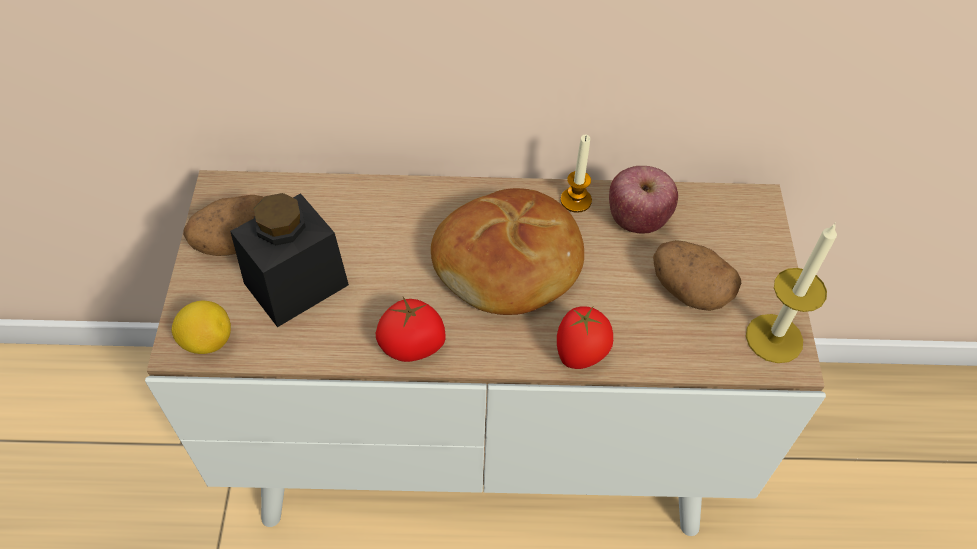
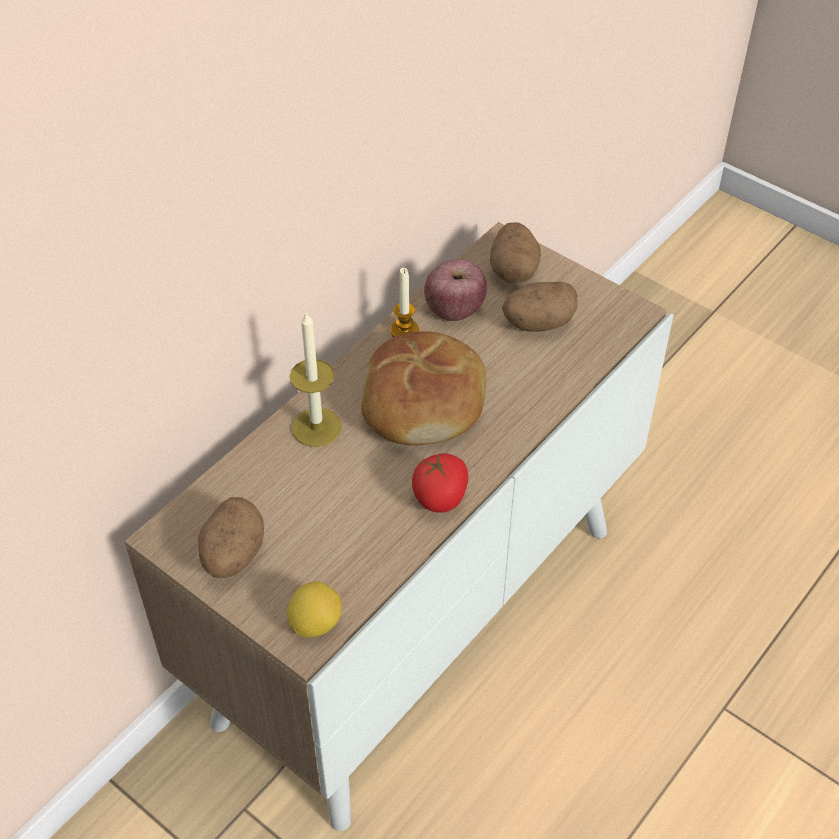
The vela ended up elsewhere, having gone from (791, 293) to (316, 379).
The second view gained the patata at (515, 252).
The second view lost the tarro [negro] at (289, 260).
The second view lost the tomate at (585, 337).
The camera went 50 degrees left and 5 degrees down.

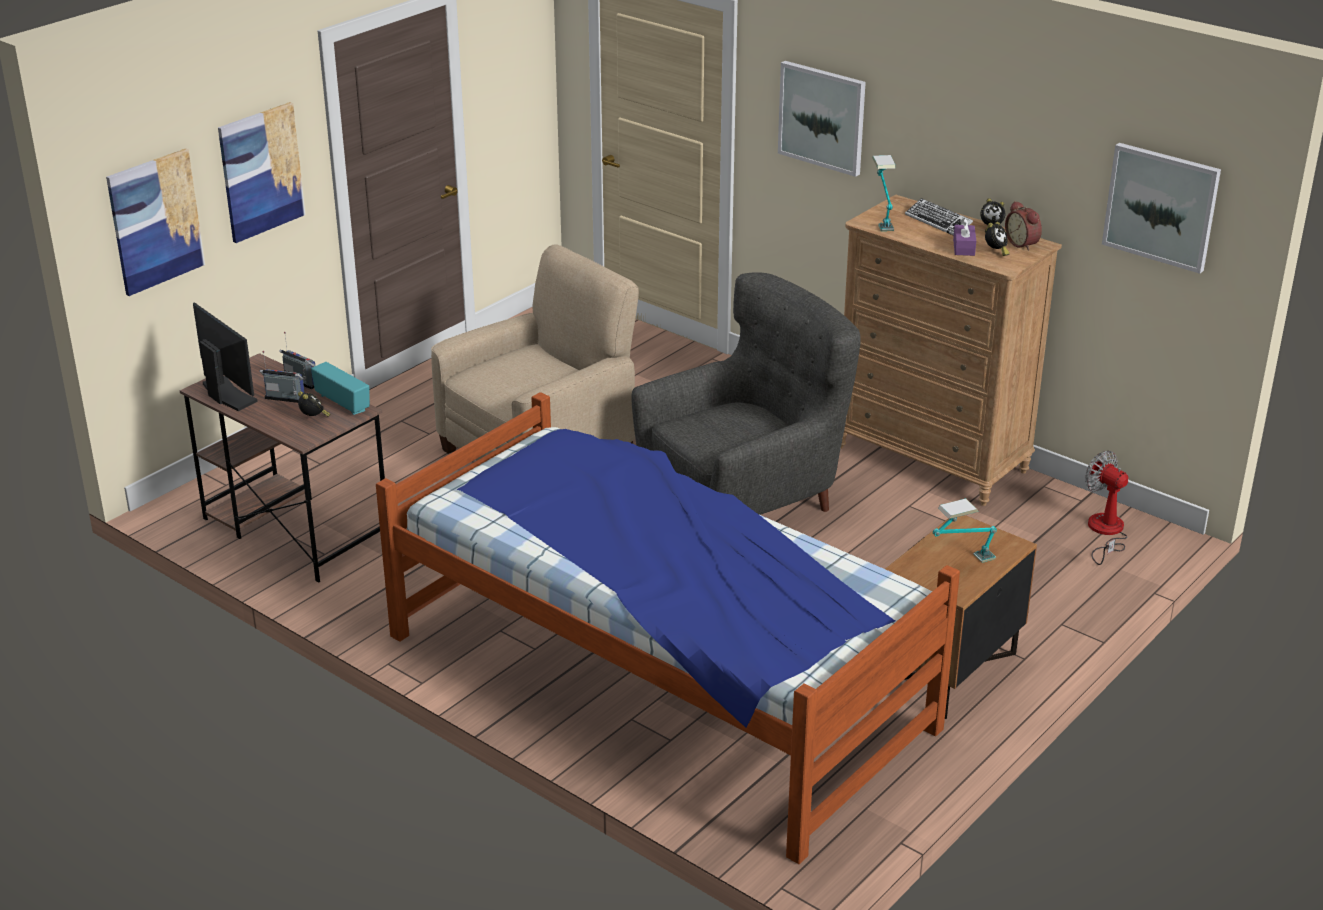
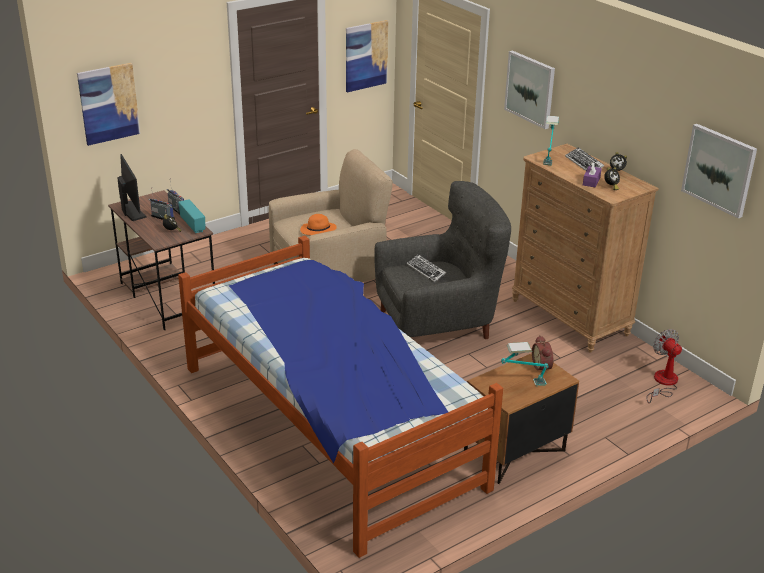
The second view gained the sombrero [naranja] at (318, 224).
The cuadro ended up elsewhere, having gone from (261, 172) to (367, 56).
The second view gained the teclado at (426, 268).
The despertador ended up elsewhere, having gone from (1023, 226) to (542, 352).
The camera went 15 degrees right and 0 degrees up.

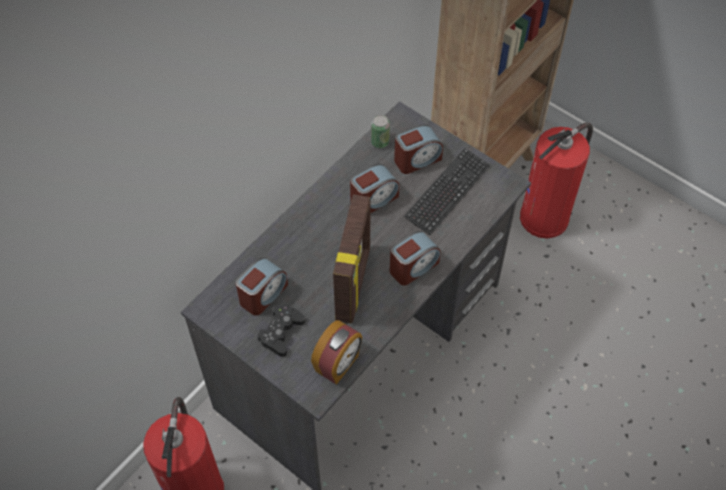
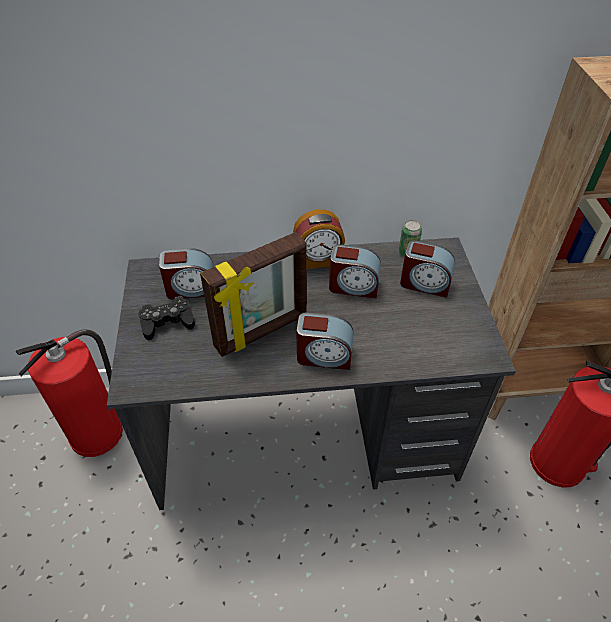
The despertador ended up elsewhere, having gone from (336, 352) to (319, 239).
The second view lost the teclado at (447, 191).
The camera went 45 degrees right and 10 degrees down.

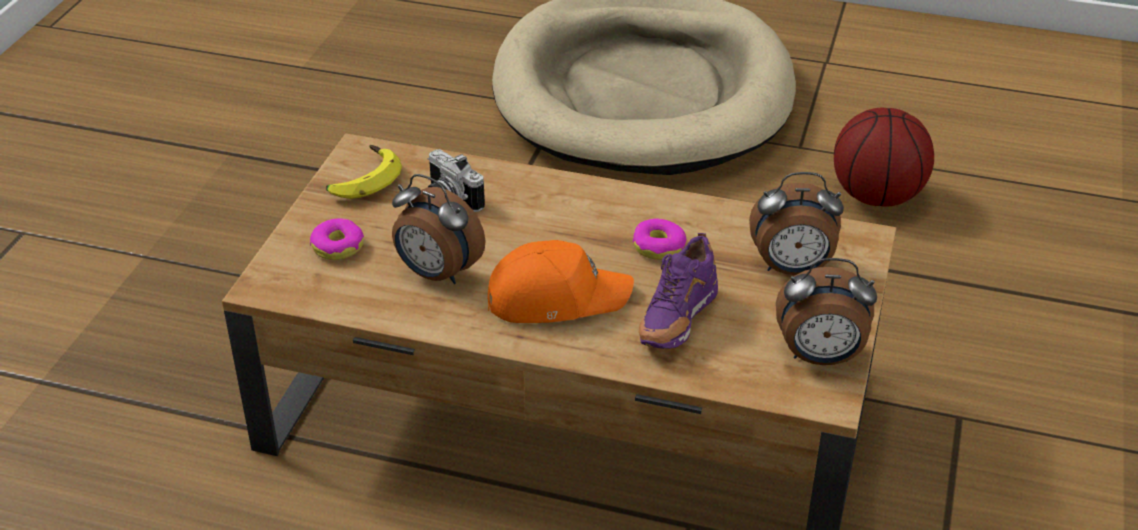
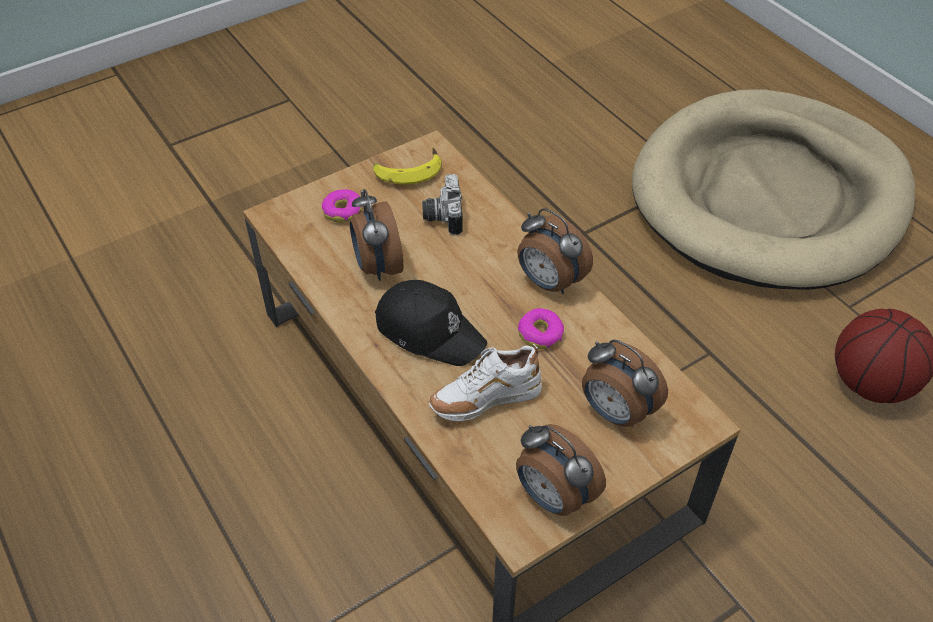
What was the gorra [naranja] at (560, 281) turned into the gorra [negro] at (431, 323).
What was the zapato [morado] at (678, 291) turned into the zapato [blanco] at (485, 382).
The second view gained the despertador at (555, 251).
The camera went 40 degrees right and 10 degrees up.

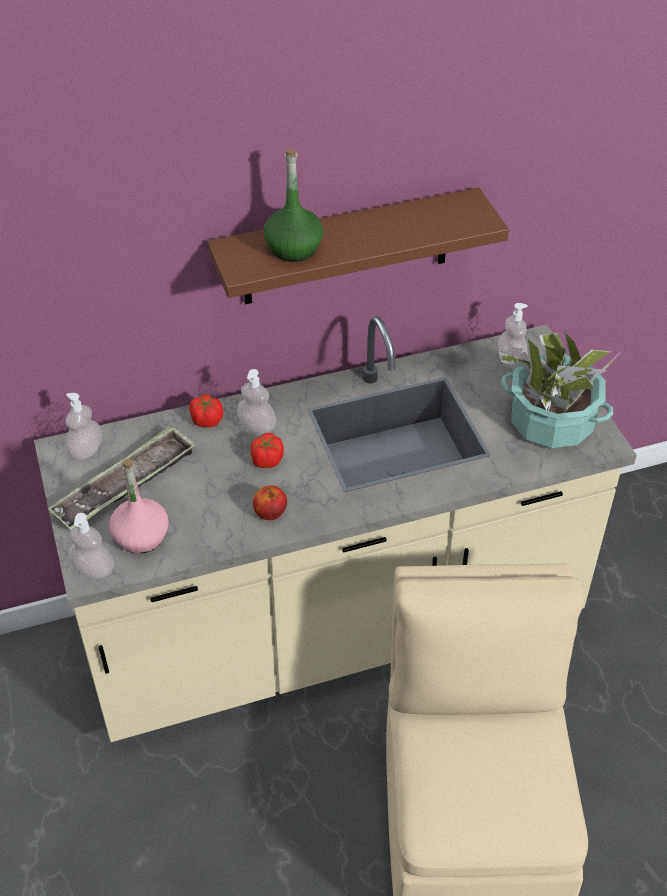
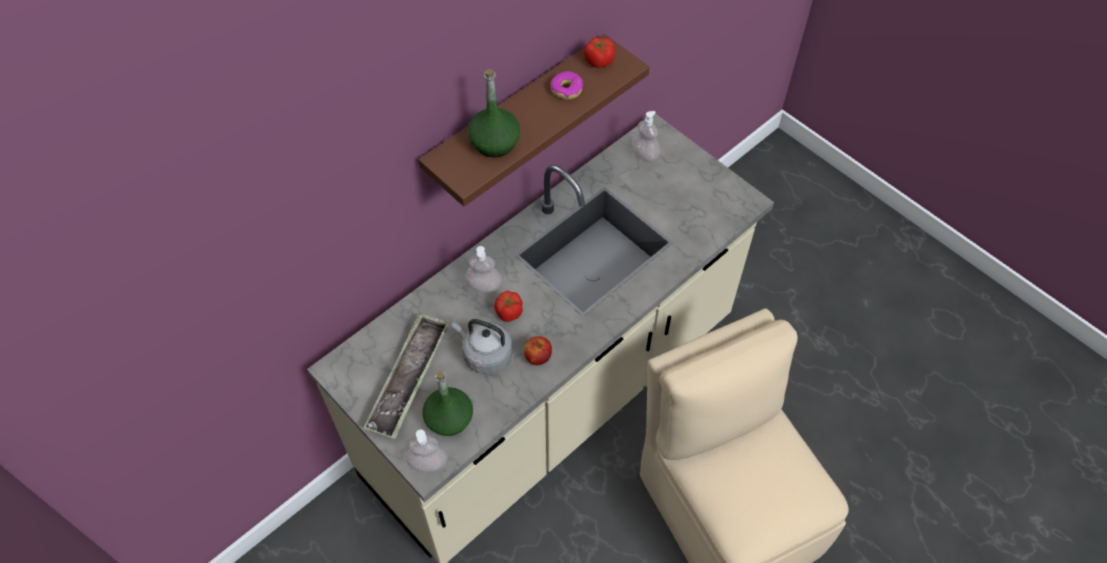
What was the botella [rosa] at (139, 506) turned into the botella [verde] at (447, 403).
The second view gained the hervidor [gris] at (482, 346).
The second view gained the rosquilla at (567, 85).
The tomate ended up elsewhere, having gone from (206, 411) to (599, 52).
The second view lost the dispensador de jabón at (84, 426).
The second view lost the planta en maceta at (558, 390).
The camera went 25 degrees left and 10 degrees up.

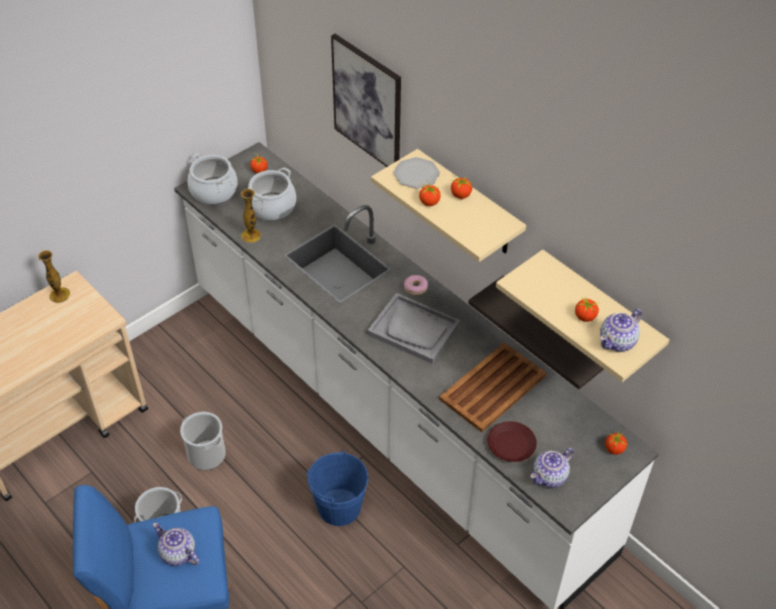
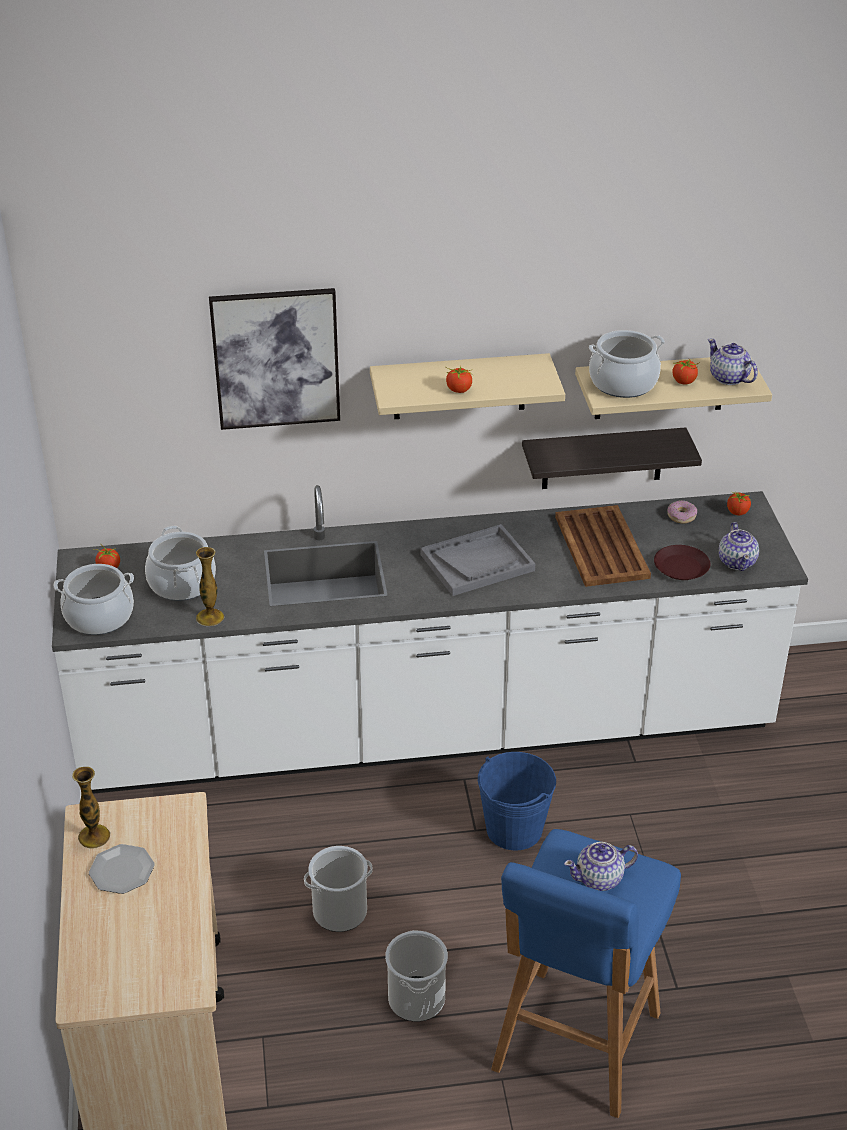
The plato ended up elsewhere, having gone from (416, 173) to (122, 869).
The second view gained the olla at (627, 364).
The rosquilla ended up elsewhere, having gone from (416, 285) to (682, 512).
The tetera at (621, 330) ended up facing another way, 150 degrees clockwise from before.
The second view lost the tomate at (461, 187).
The camera went 55 degrees left and 10 degrees down.

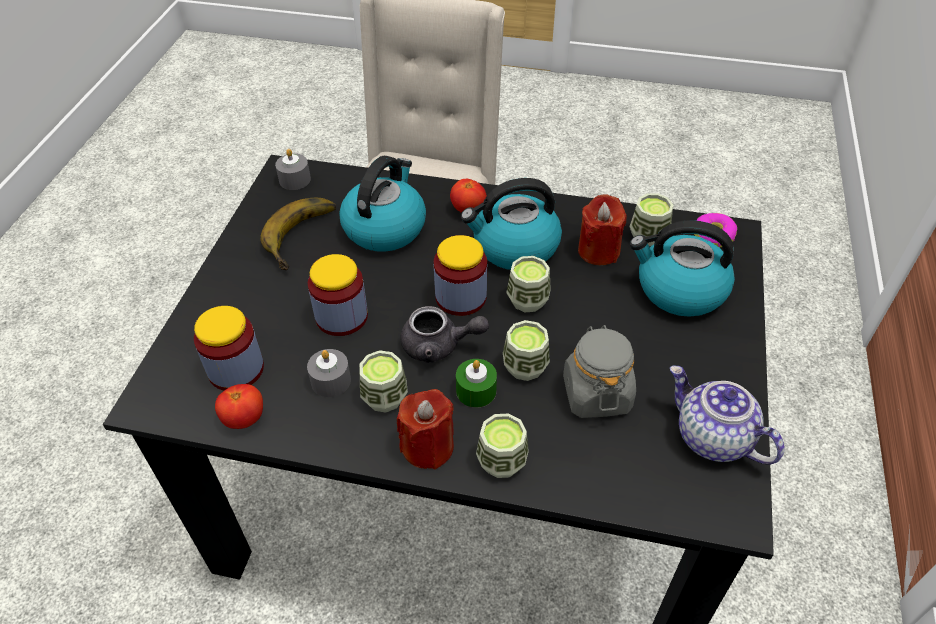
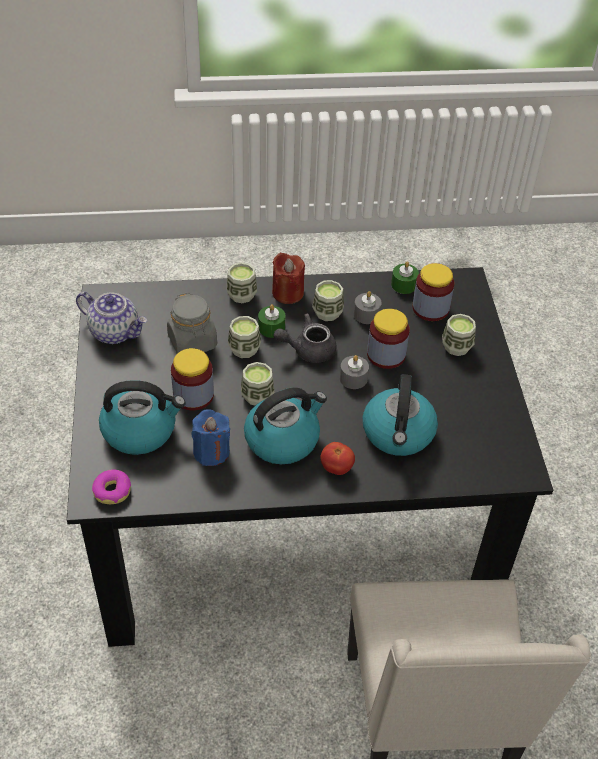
The tarro ended up elsewhere, having gone from (460, 275) to (192, 379).
What was the vela [rojo] at (602, 230) turned into the vela [azul] at (210, 437).
The vela [gris] ended up elsewhere, having gone from (293, 169) to (354, 372).
Where the tomate stood at (239, 406), the vela [verde] came to stand at (405, 278).
The taza ended up elsewhere, having gone from (651, 219) to (459, 335).
The second view lost the plátano at (298, 234).
The camera went 160 degrees right and 0 degrees up.

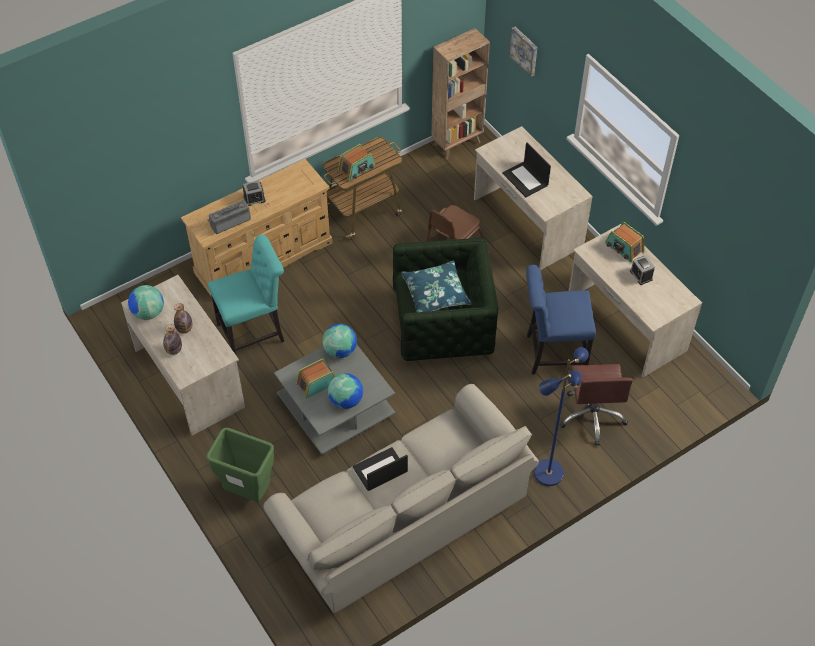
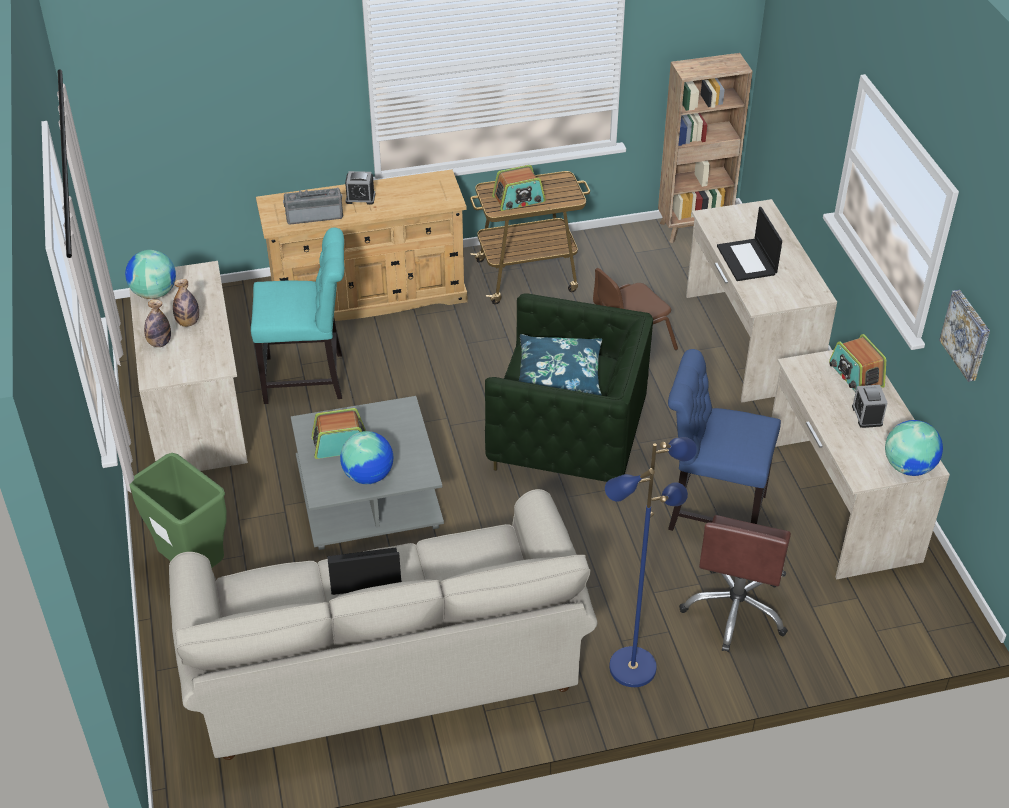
The globo terráqueo ended up elsewhere, having gone from (339, 341) to (914, 448).
The cuadro ended up elsewhere, having gone from (523, 52) to (964, 336).
The camera went 20 degrees right and 10 degrees down.

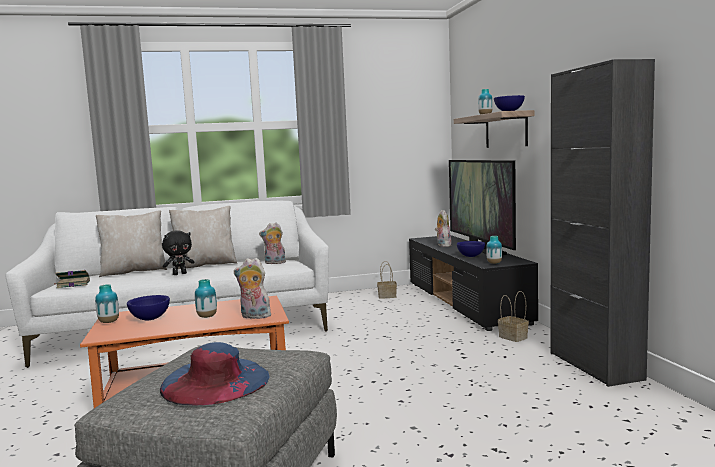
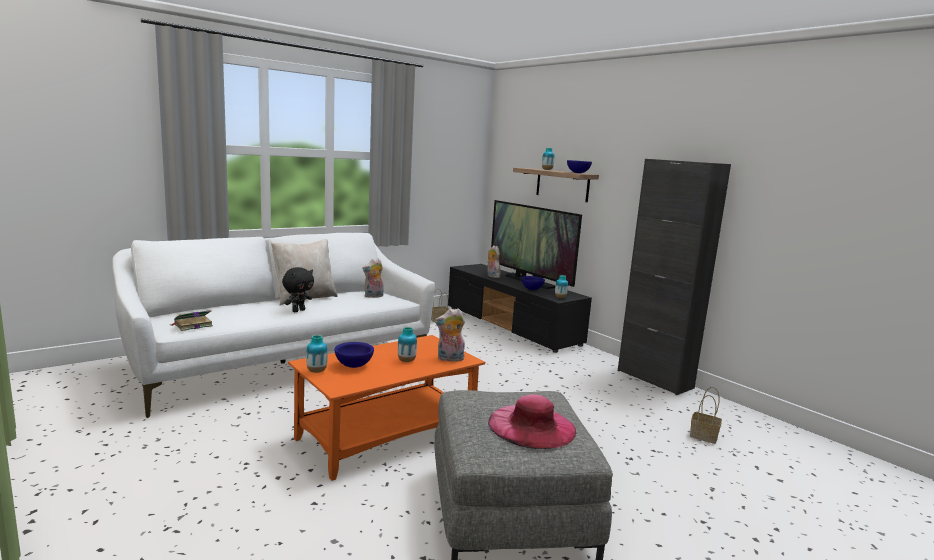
What was the sombrero [azul] at (215, 373) turned into the sombrero [rosa] at (532, 421).
The cesta ended up elsewhere, having gone from (513, 316) to (706, 415).
The second view lost the cojín [beis] at (131, 243).
The camera went 25 degrees left and 5 degrees up.

